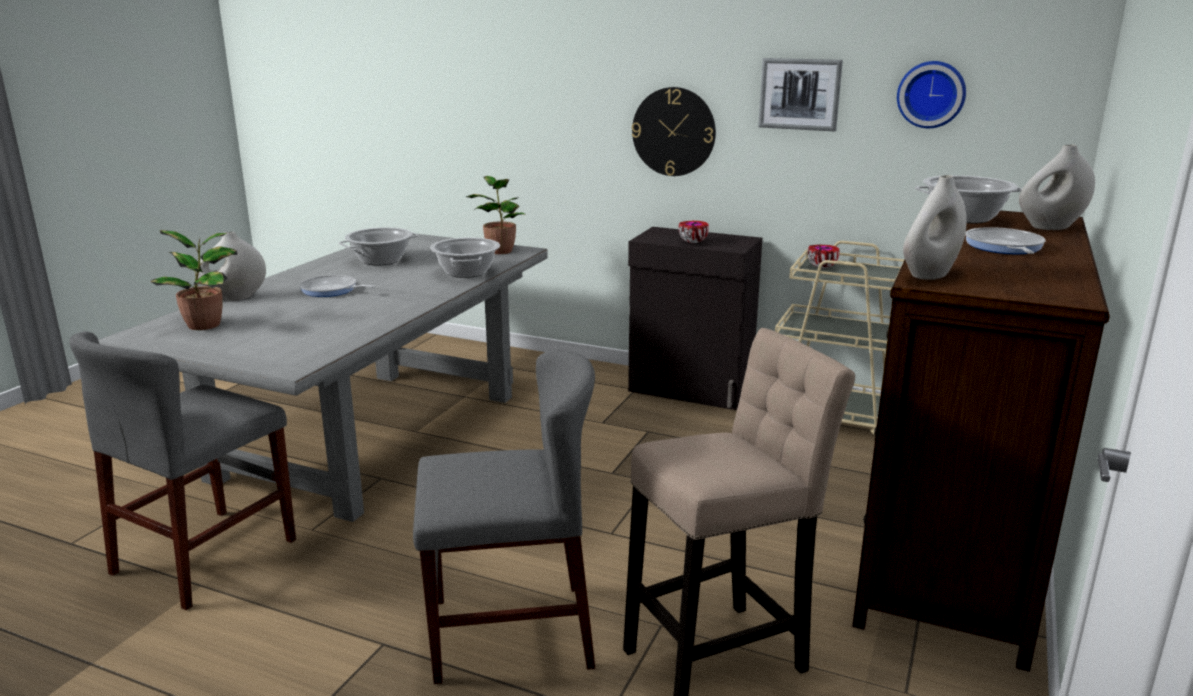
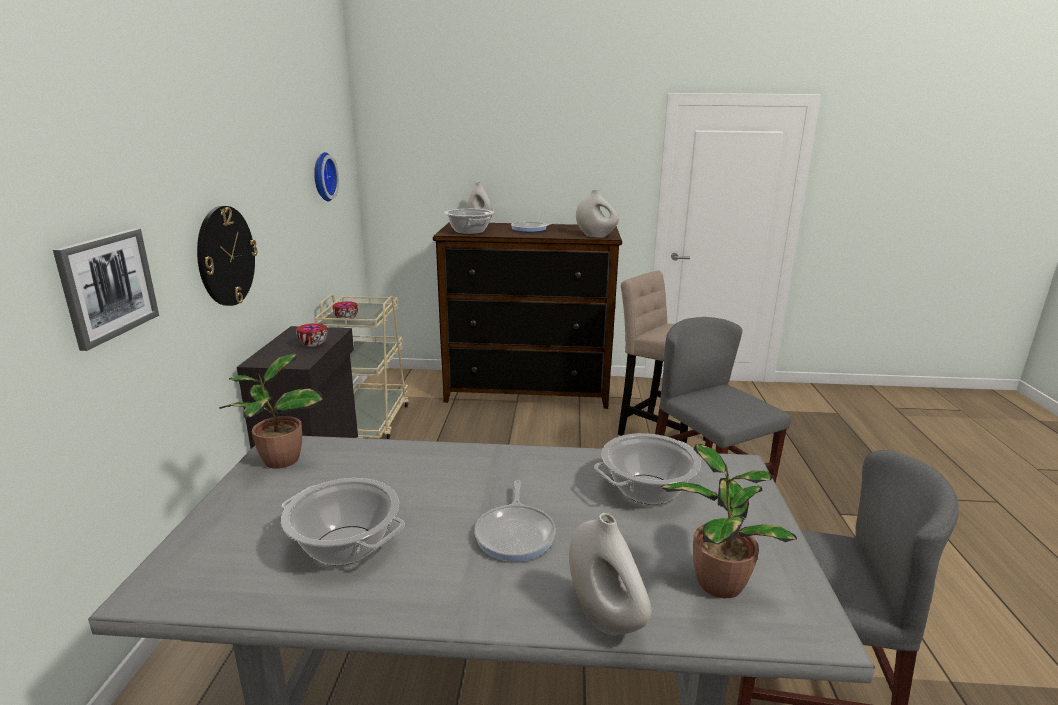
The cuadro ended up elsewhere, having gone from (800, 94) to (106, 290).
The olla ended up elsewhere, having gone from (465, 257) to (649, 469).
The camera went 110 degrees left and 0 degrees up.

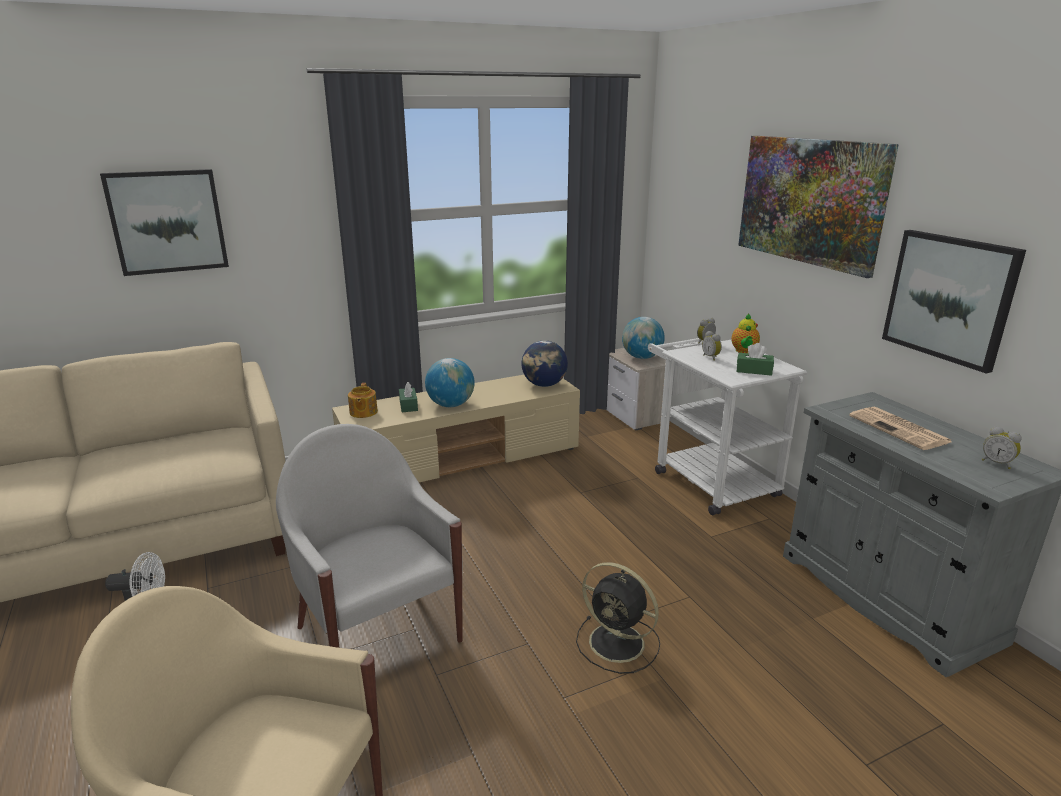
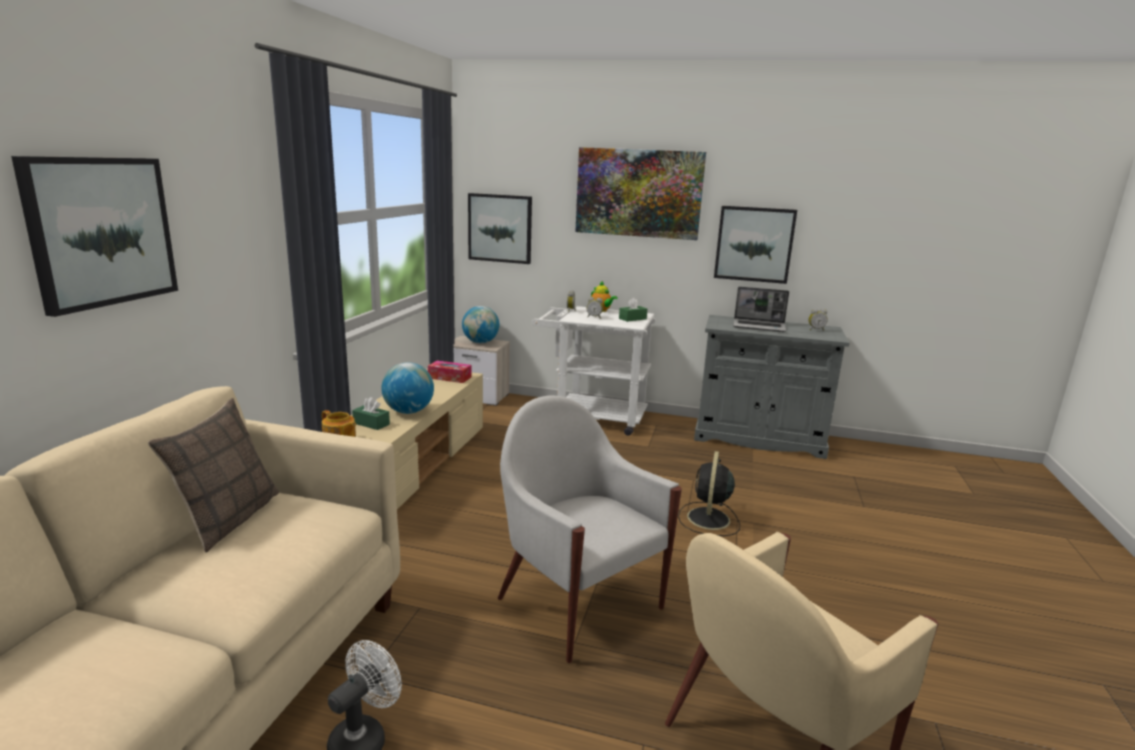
The second view gained the cojín at (213, 475).
Where the globo terráqueo stood at (544, 364), the caja de pañuelos came to stand at (450, 371).
The second view gained the cuadro at (500, 228).
The sillón [blanco] at (369, 536) ended up facing another way, 45 degrees clockwise from before.
The ventilador [negro] at (618, 618) ended up facing another way, 120 degrees clockwise from before.
Where the periódico stood at (900, 428), the portátil came to stand at (761, 309).
The camera went 50 degrees left and 5 degrees down.

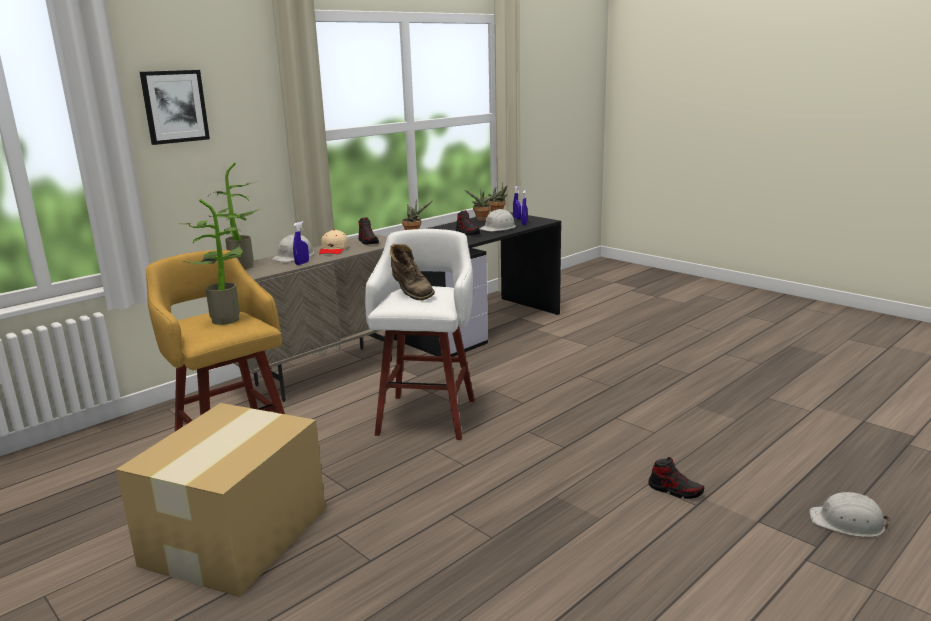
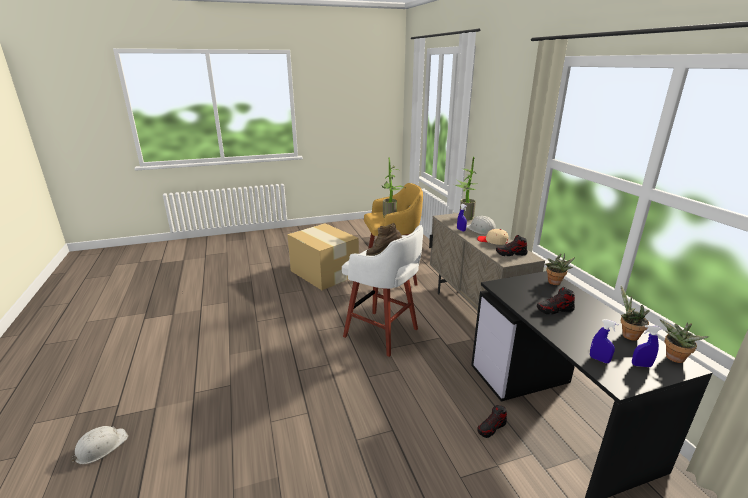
The zapato ended up elsewhere, having gone from (676, 478) to (492, 421).
The second view lost the cuadro at (175, 107).
The second view lost the casco [blanco] at (497, 220).
The camera went 115 degrees right and 5 degrees up.

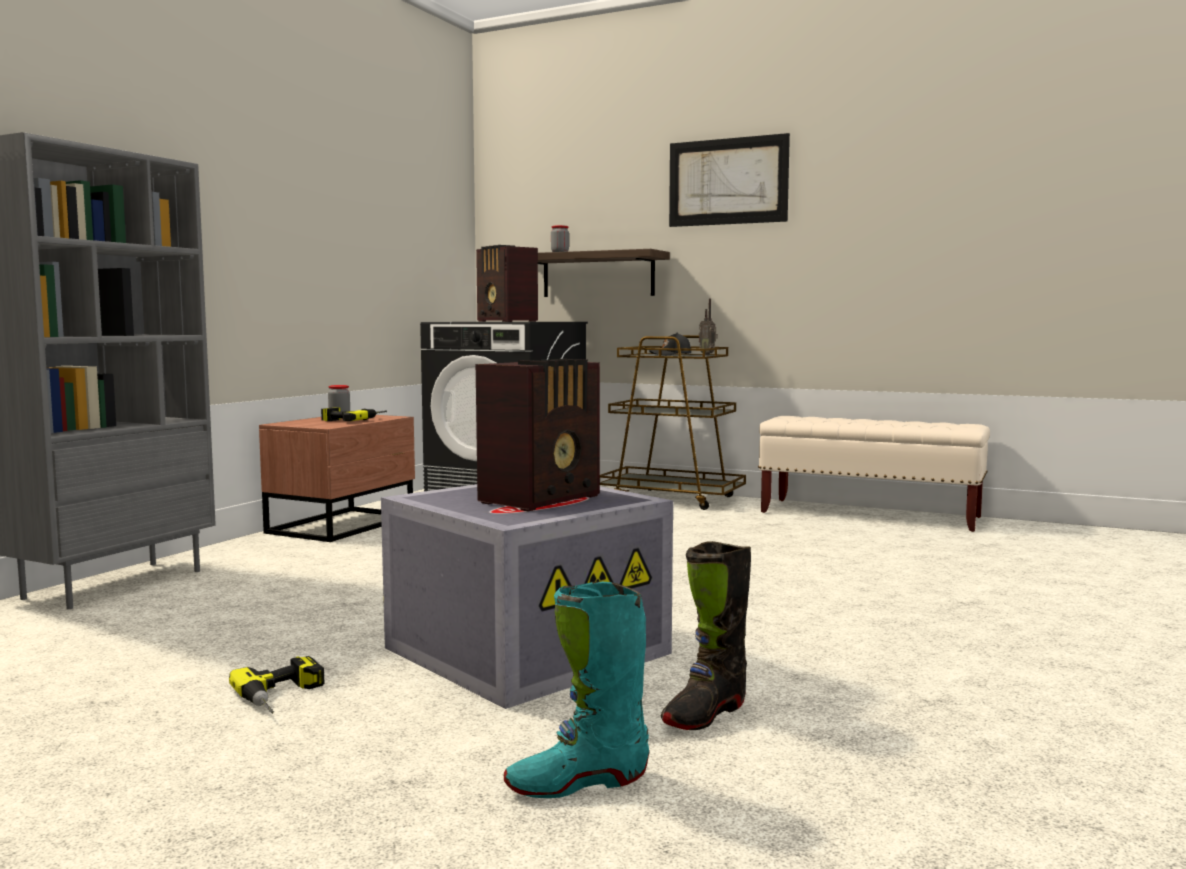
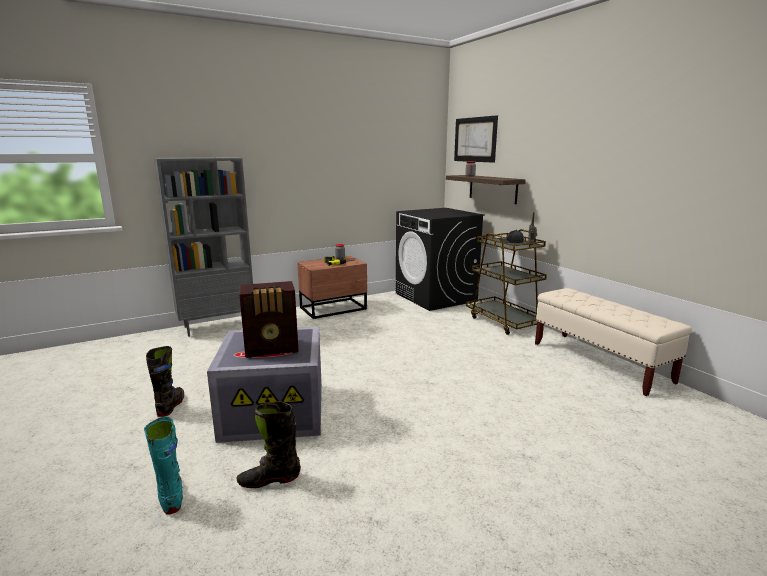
The bota [turquesa] at (576, 690) ended up facing another way, 45 degrees clockwise from before.
Where the taladro stood at (276, 685), the bota [negro] came to stand at (165, 381).
The cuadro ended up elsewhere, having gone from (729, 180) to (476, 139).
The second view lost the radio at (507, 283).
The camera went 35 degrees right and 10 degrees up.

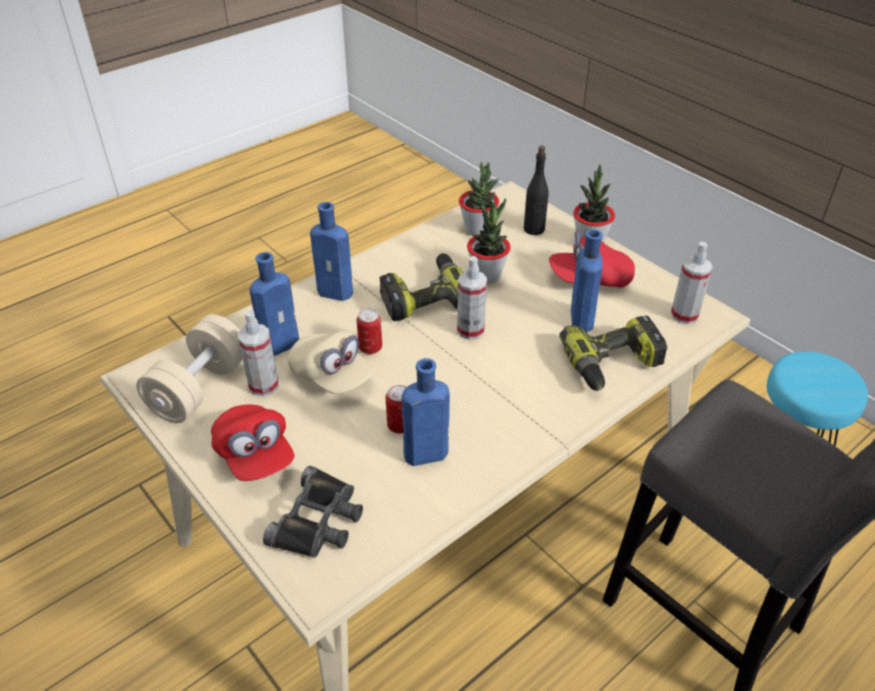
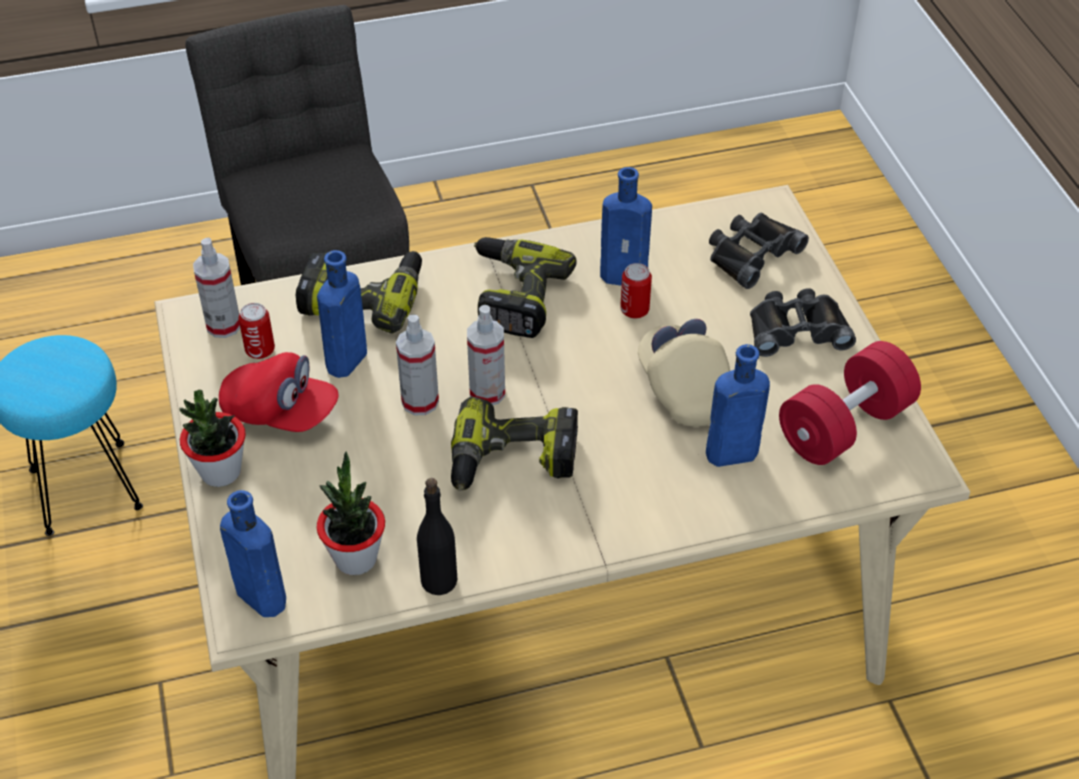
The botella [azul] ended up elsewhere, having gone from (331, 251) to (253, 553).
The lata ended up elsewhere, having gone from (369, 331) to (257, 331).
The pulverizador ended up elsewhere, having gone from (258, 353) to (417, 365).
The botella [negro] ended up elsewhere, having gone from (536, 190) to (437, 536).
The second view gained the taladro at (525, 287).
Where the gorra [rojo] stood at (252, 442), the prismáticos [negro] came to stand at (803, 322).
What was the mancuerna [beis] at (189, 368) turned into the mancuerna [rojo] at (850, 403).
The second view lost the planta en maceta at (489, 241).
The camera went 155 degrees left and 5 degrees up.

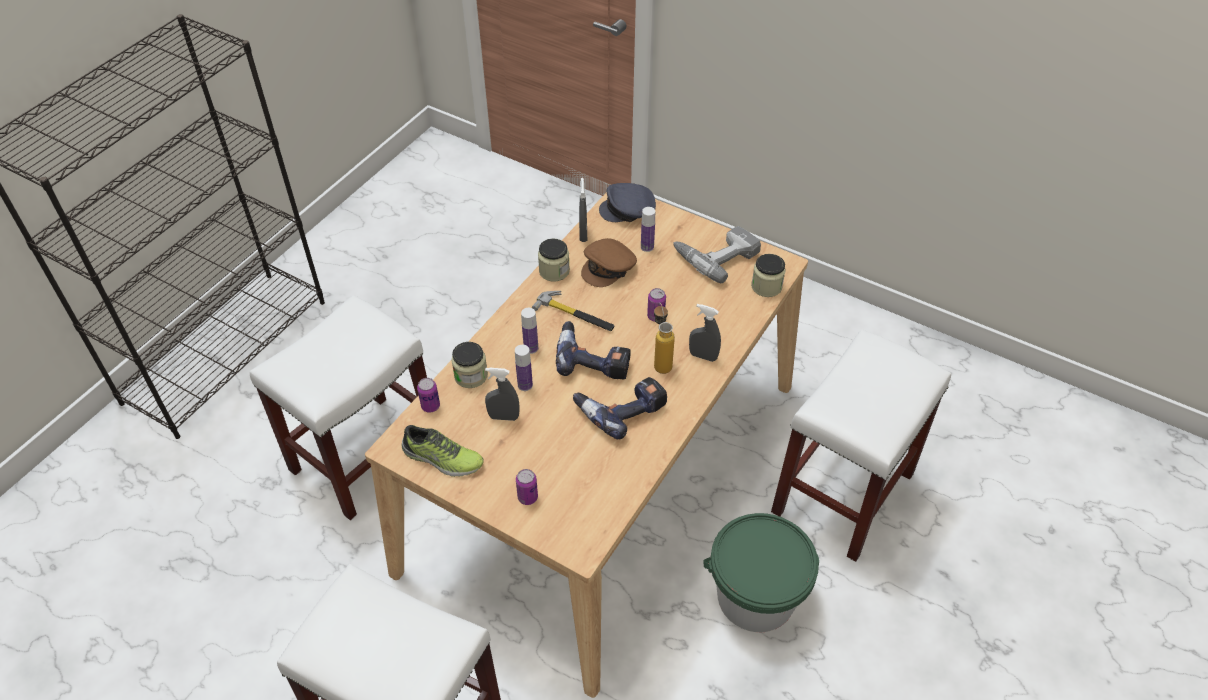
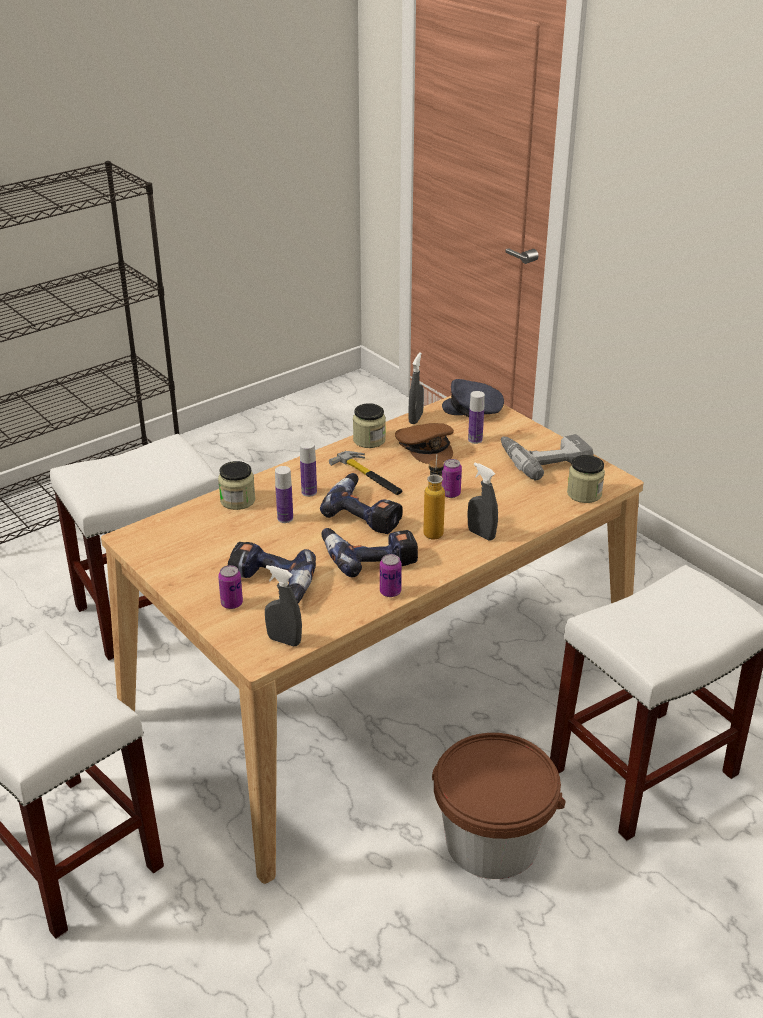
The second view gained the taladro at (272, 572).
The pulverizador [gris] ended up elsewhere, having gone from (502, 394) to (283, 605).
The lata ended up elsewhere, having gone from (428, 395) to (391, 575).
The gorra [marrón] at (609, 262) ended up facing another way, 90 degrees counterclockwise from before.
What was the cubo [verde] at (761, 572) turned into the cubo [marrón] at (499, 806).
The second view lost the zapato at (443, 451).
The camera went 20 degrees right and 15 degrees down.

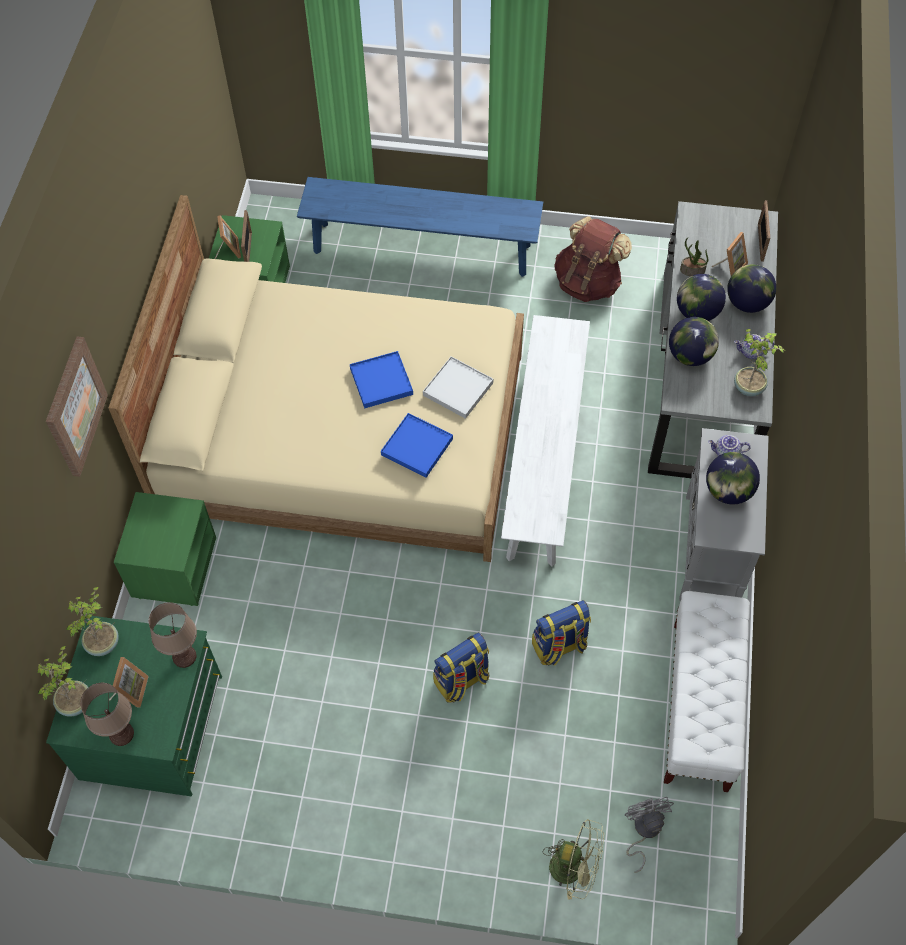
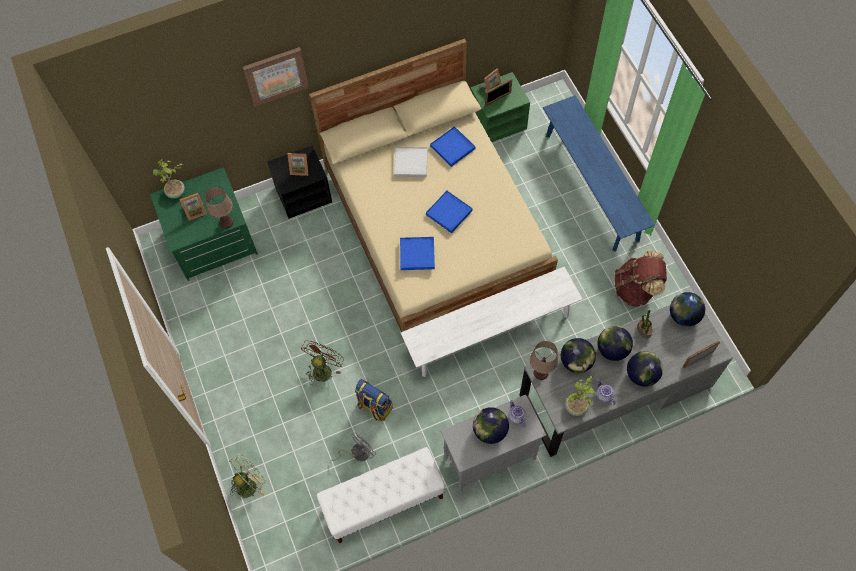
The ventilador [verde] at (573, 859) ended up facing another way, 120 degrees counterclockwise from before.
What was the mesita de noche [verde] at (165, 549) turned into the mesita de noche [negro] at (299, 182).
The portarretratos ended up elsewhere, having gone from (729, 254) to (297, 164).
Where the mochila stood at (461, 667), the ventilador [marrón] came to stand at (322, 363).
The ventilador [gris] ended up elsewhere, having gone from (649, 835) to (353, 447).
The bandeja [blanco] ended up elsewhere, having gone from (458, 387) to (411, 162).
The second view gained the bandeja [azul] at (453, 146).
The lámpara de mesa [marrón] ended up elsewhere, having gone from (107, 714) to (544, 360).
The second view gained the globo terráqueo at (687, 309).
The second view lost the planta en maceta at (92, 621).
The camera went 60 degrees right and 5 degrees up.

